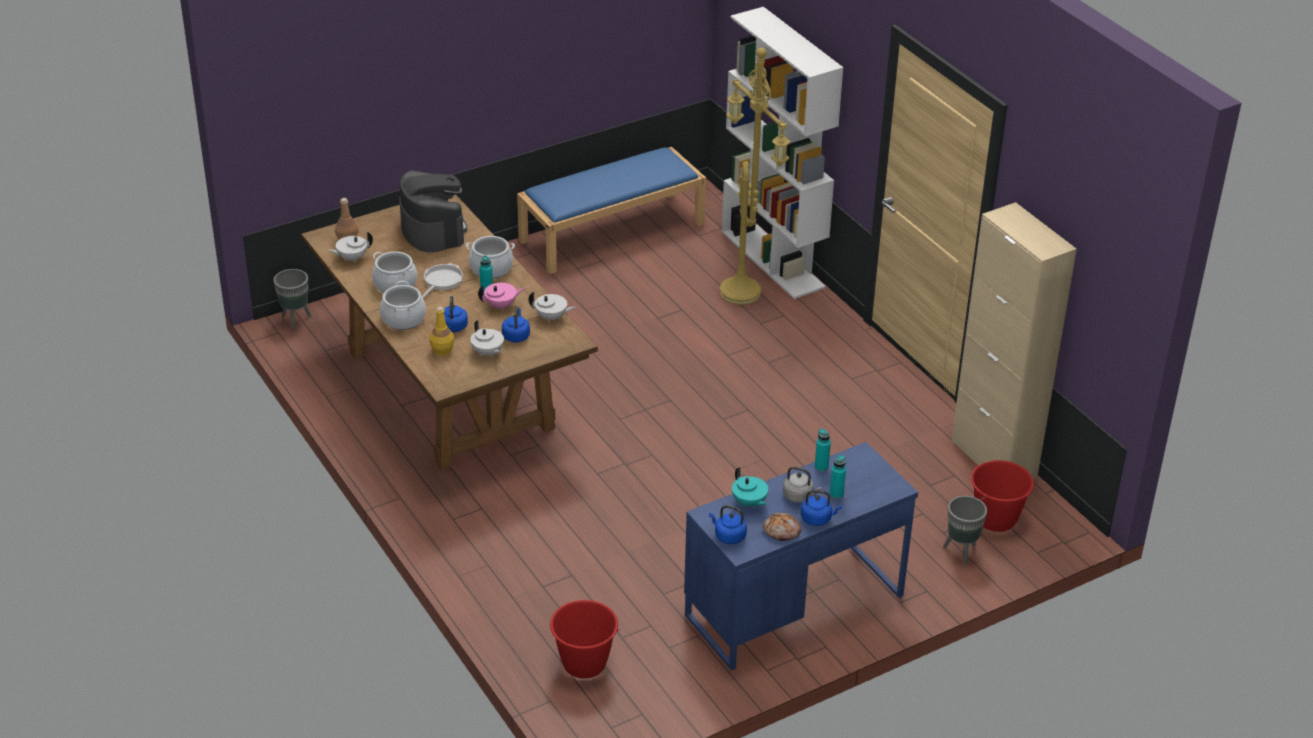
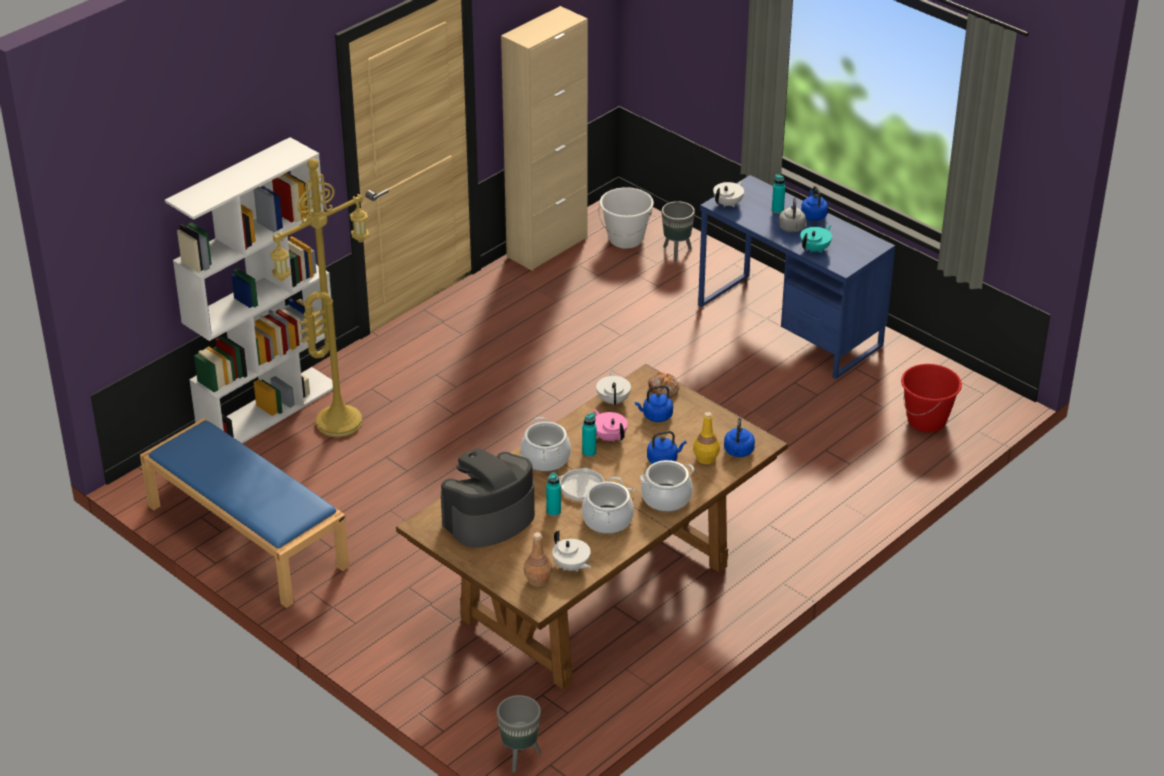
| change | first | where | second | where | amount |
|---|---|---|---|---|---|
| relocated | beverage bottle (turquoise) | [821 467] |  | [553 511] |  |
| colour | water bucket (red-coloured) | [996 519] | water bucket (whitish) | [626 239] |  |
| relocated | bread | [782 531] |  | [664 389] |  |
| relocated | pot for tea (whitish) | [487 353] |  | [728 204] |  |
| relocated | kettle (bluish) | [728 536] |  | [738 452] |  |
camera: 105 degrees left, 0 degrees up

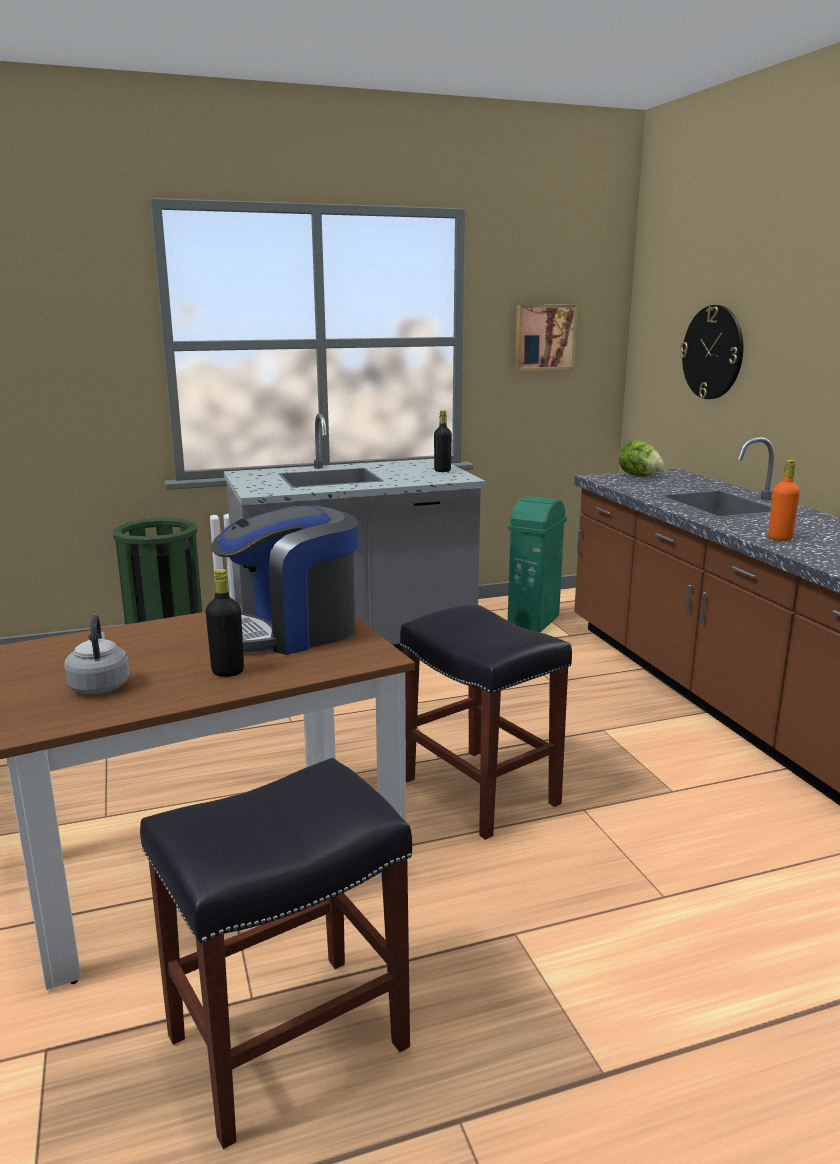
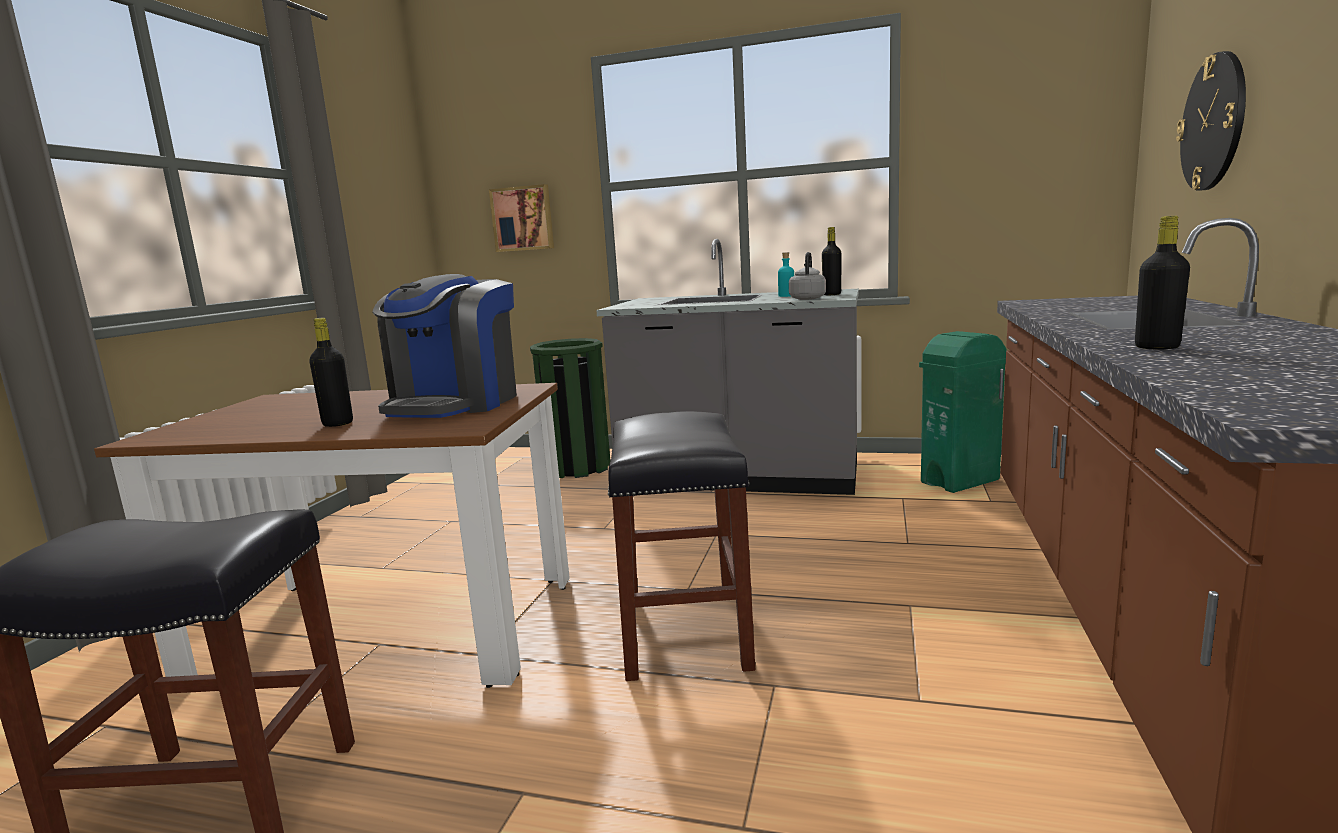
| change | first | where | second | where | amount |
|---|---|---|---|---|---|
| spun | coffee maker | [291 631] |  | [455 404] | 75 degrees counterclockwise |
| relocated | picture | [544 337] |  | [523 219] |  |
| appeared |  |  | beverage bottle (turquoise) | [786 296] |  |
| relocated | kettle (gray) | [100 685] |  | [807 298] |  |
| colour | beverage bottle (orangey) | [780 538] | beverage bottle (black) | [1157 347] |  |
| missing | lettuce head | [639 476] |  |  |  |
camera: 35 degrees right, 5 degrees down

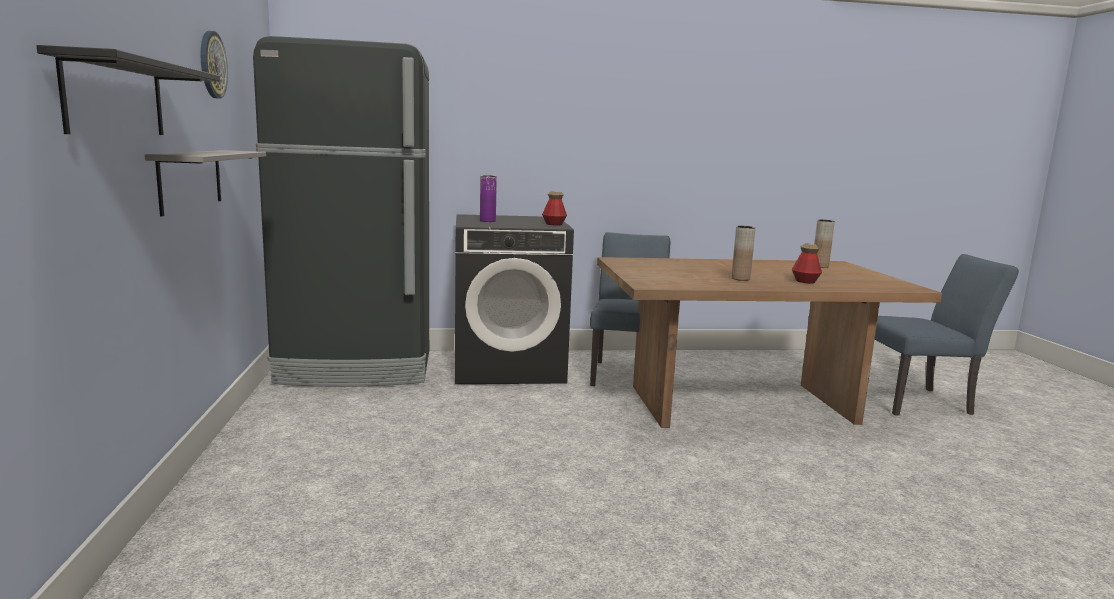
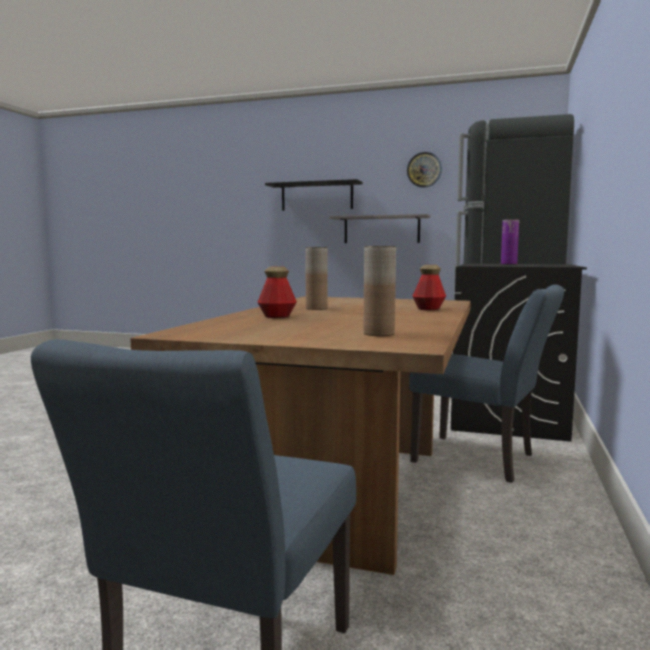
| change | first | where | second | where | amount |
|---|---|---|---|---|---|
| relocated | beverage bottle | [554 224] |  | [428 309] |  |
camera: 115 degrees right, 5 degrees down

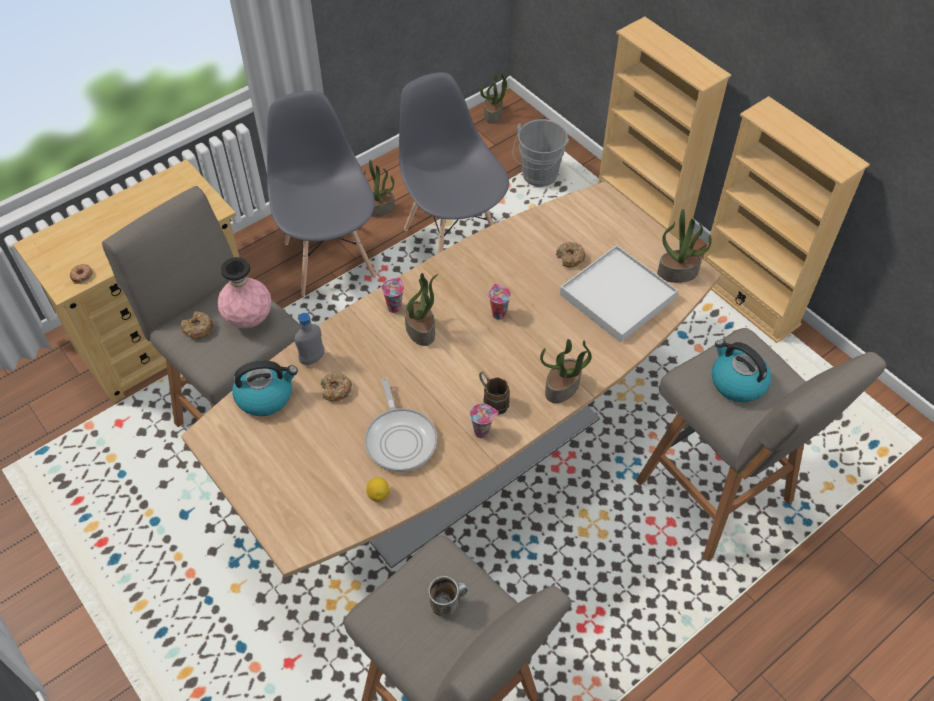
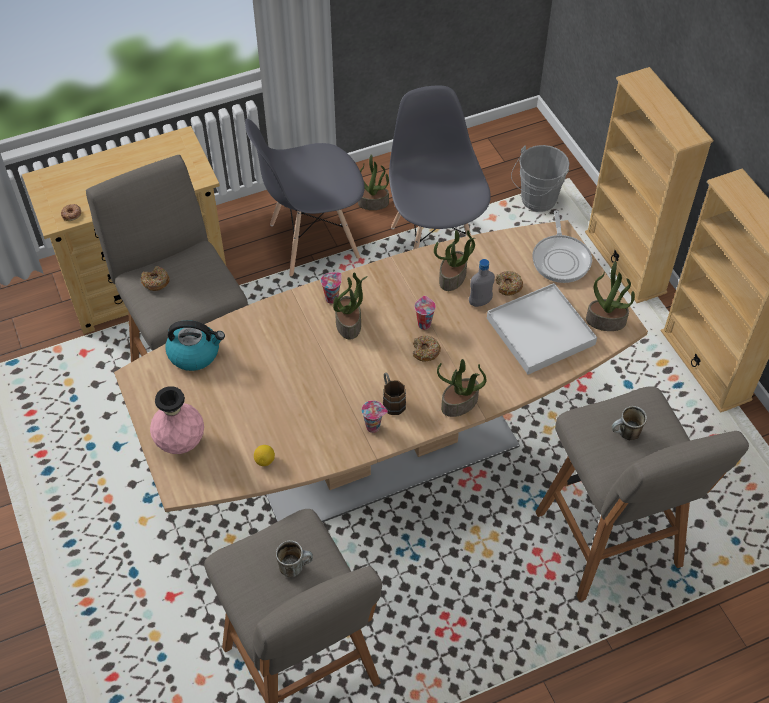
| change | first | where | second | where | amount |
|---|---|---|---|---|---|
| relocated | flower vase (pink) | [249 319] |  | [180 443] |  |
| spun | plain chair (gray) | [330 259] |  | [313 241] | 105 degrees counterclockwise |
| relocated | doughnut | [336 390] |  | [425 352] |  |
| relocated | houseplant | [493 114] |  | [453 277] |  |
| relocated | beverage bottle (gray) | [312 359] |  | [480 302] |  |
| relocated | pan | [400 439] |  | [561 259] |  |
| exchanged | kettle | [736 382] | mug | [625 435] |  |
camera: 15 degrees right, 0 degrees up

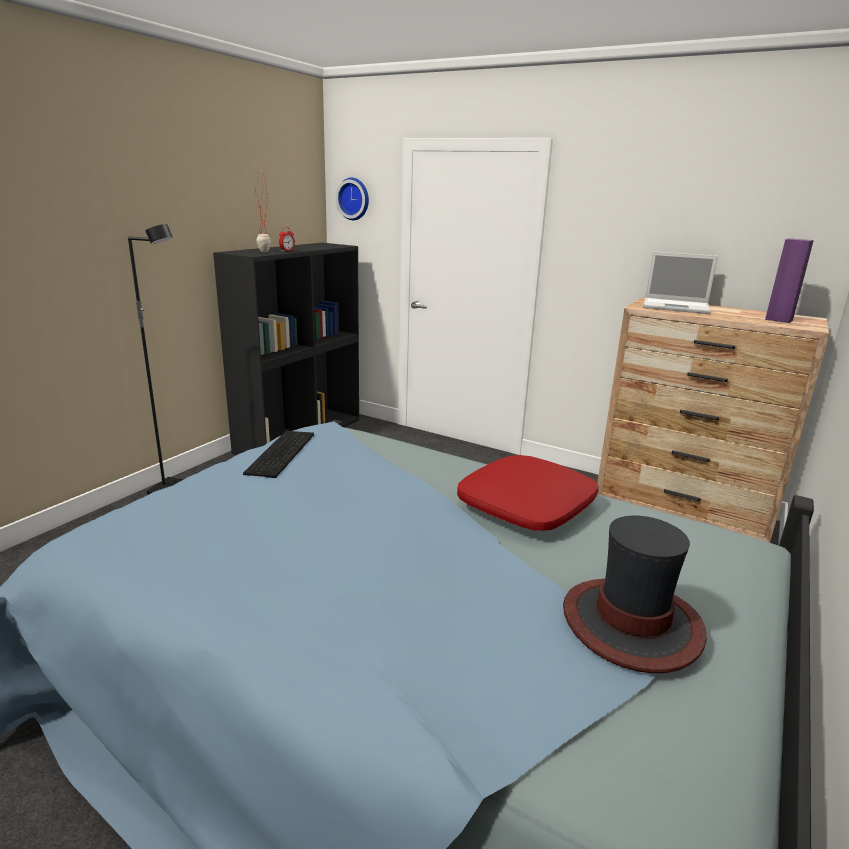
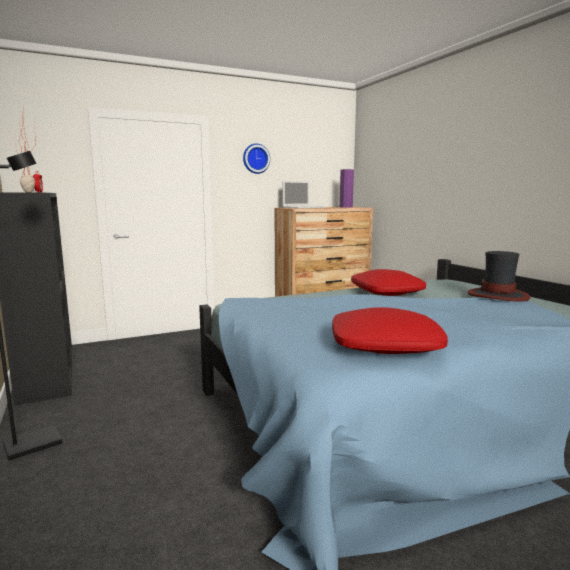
| change | first | where | second | where | amount |
|---|---|---|---|---|---|
| relocated | clock on the wall | [354 199] |  | [255 158] |  |
| appeared |  |  | pillow (red-coloured) | [385 345] |  |
| missing | keyboard | [282 454] |  |  |  |
camera: 55 degrees left, 10 degrees down

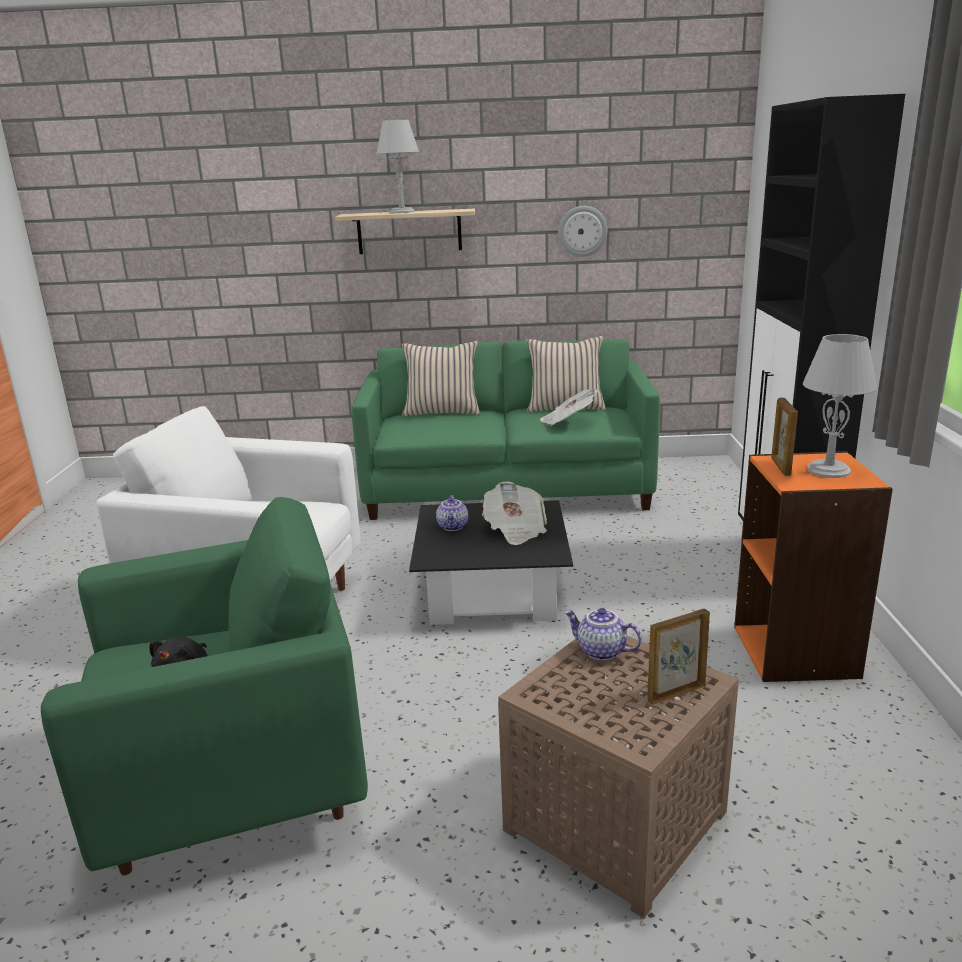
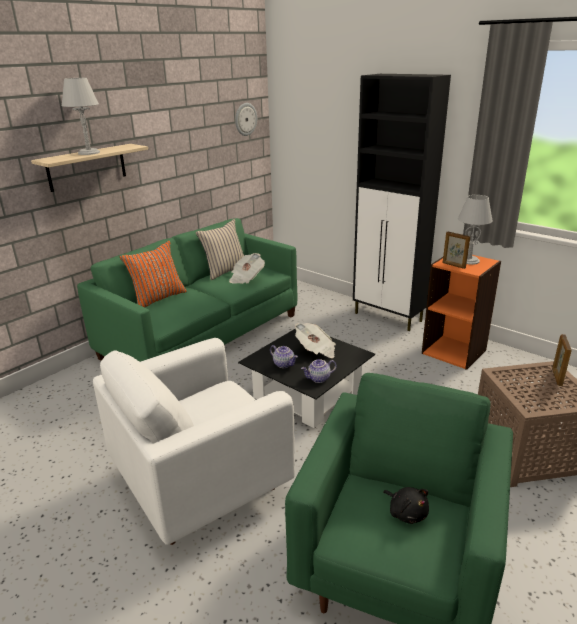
| change | first | where | second | where | amount |
|---|---|---|---|---|---|
| colour | pillow (beige-coloured) | [442 412] | pillow (orangey) | [157 298] |  |
| relocated | clock on the wall | [582 231] |  | [245 119] |  |
| relocated | pot for tea | [600 651] |  | [319 379] |  |
camera: 50 degrees left, 5 degrees up

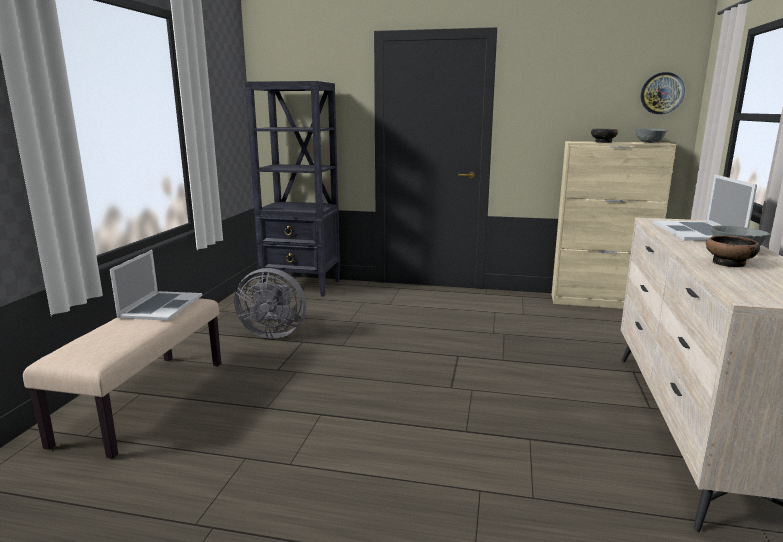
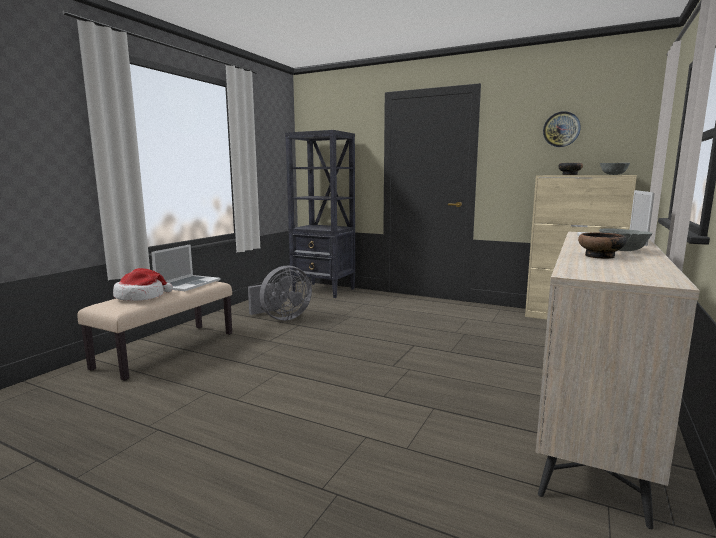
| change | first | where | second | where | amount |
|---|---|---|---|---|---|
| appeared |  |  | clothing hat | [141 297] |  |
| spun | cooling fan (gray) | [273 333] |  | [282 318] | 60 degrees counterclockwise |
| relocated | clock on the wall | [662 93] |  | [561 129] |  |
camera: 15 degrees right, 5 degrees down

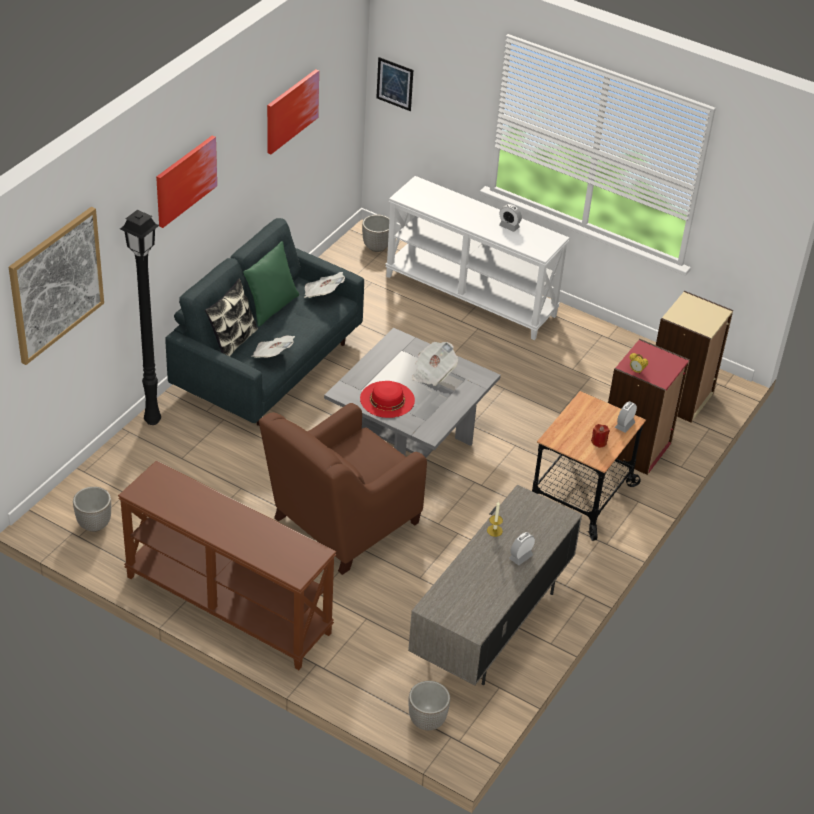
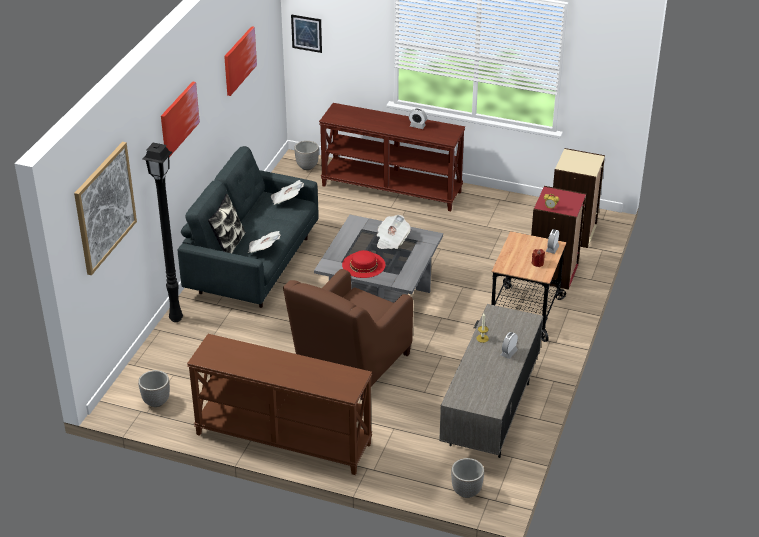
| change | first | where | second | where | amount |
|---|---|---|---|---|---|
| colour | narrow table (whitish) | [471 295] | narrow table (brownish) | [392 188] |  |
| missing | pillow (greenish) | [271 307] |  |  |  |
camera: 10 degrees left, 5 degrees down

